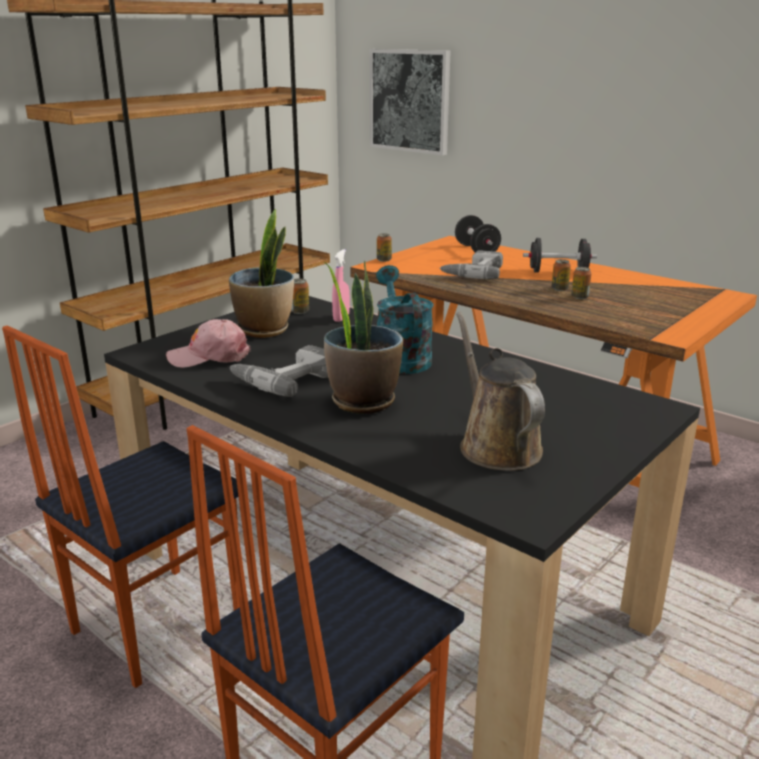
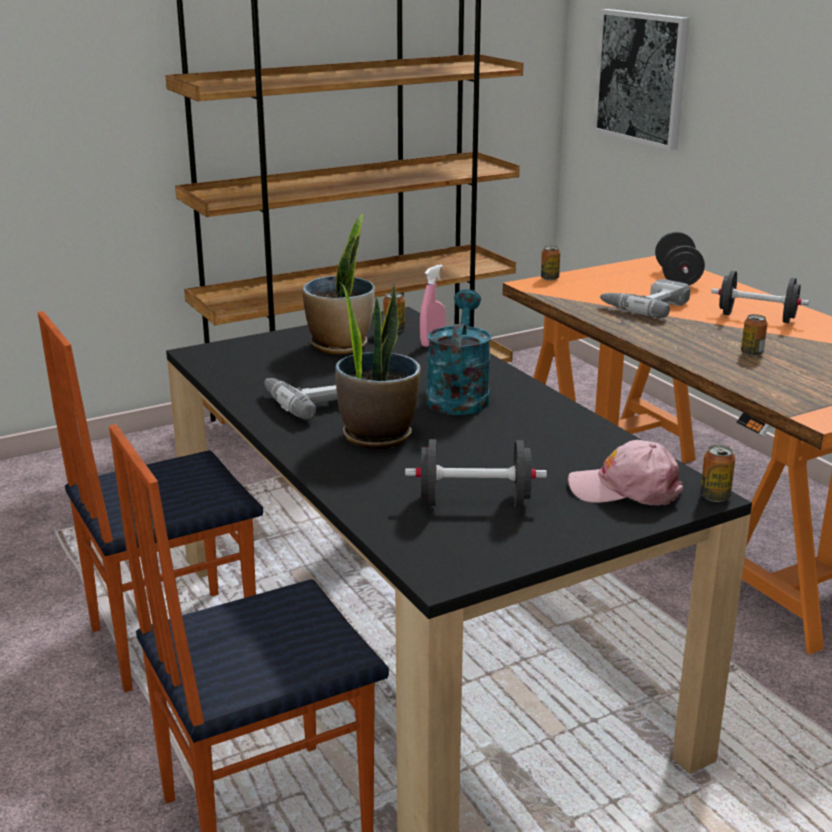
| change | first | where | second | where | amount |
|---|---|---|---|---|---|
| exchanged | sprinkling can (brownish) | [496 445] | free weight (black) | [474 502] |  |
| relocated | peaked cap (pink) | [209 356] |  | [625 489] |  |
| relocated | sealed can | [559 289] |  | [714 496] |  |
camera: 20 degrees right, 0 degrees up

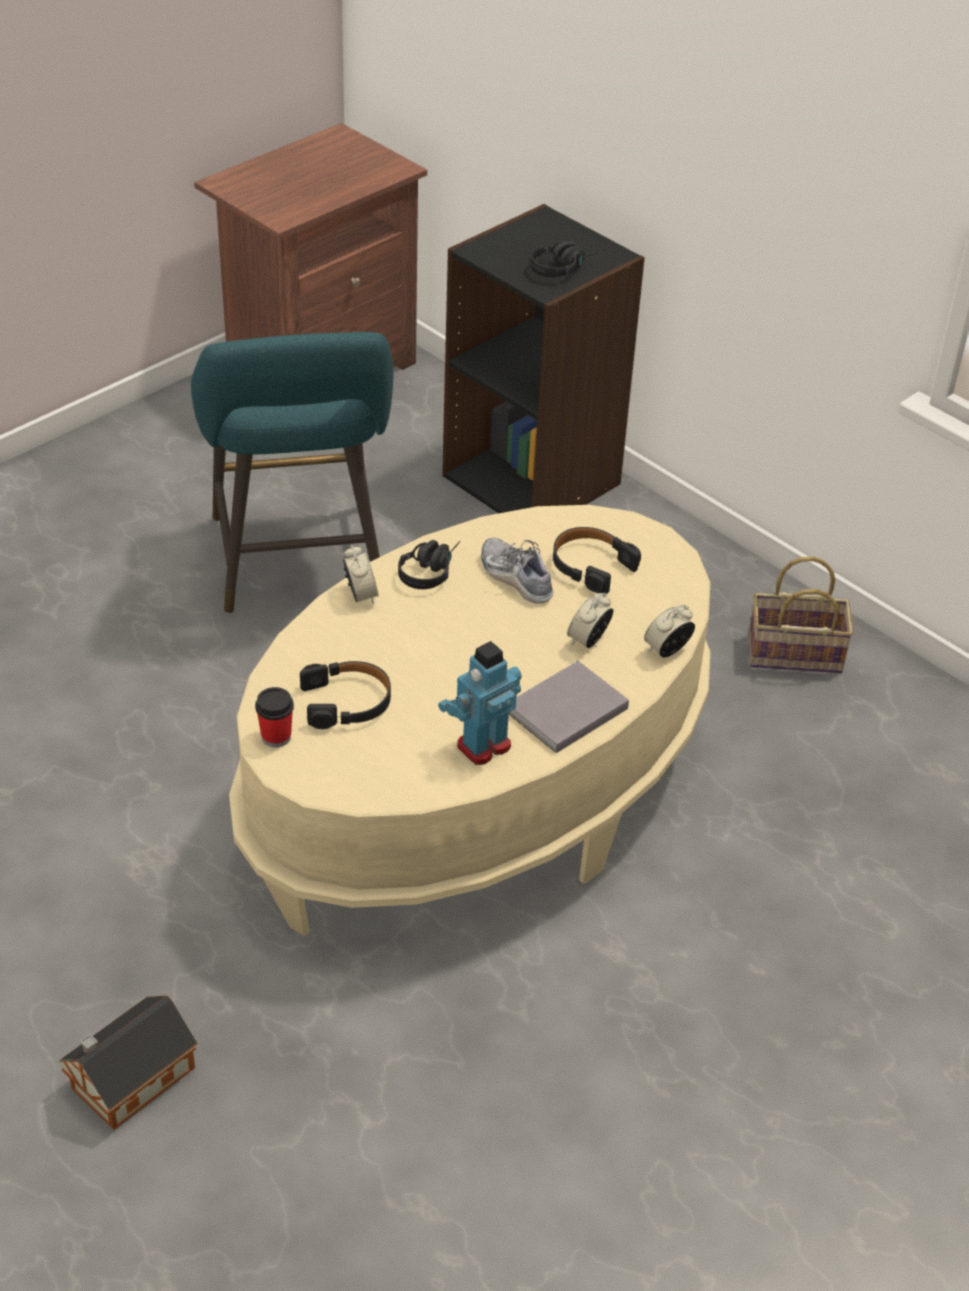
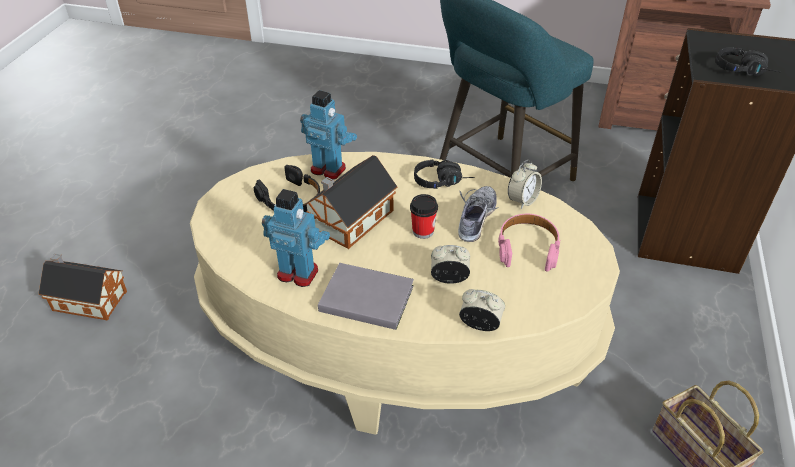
| change | first | where | second | where | amount |
|---|---|---|---|---|---|
| appeared |  |  | robot figure | [328 169] |  |
| appeared |  |  | miniature house | [350 221] |  |
| relocated | cup | [276 737] |  | [423 231] |  |
| colour | pair of headphones (black) | [591 566] | pair of headphones (pink) | [527 247] |  |
| relocated | bedside clock | [361 595] |  | [522 200] |  |
camera: 60 degrees right, 0 degrees up

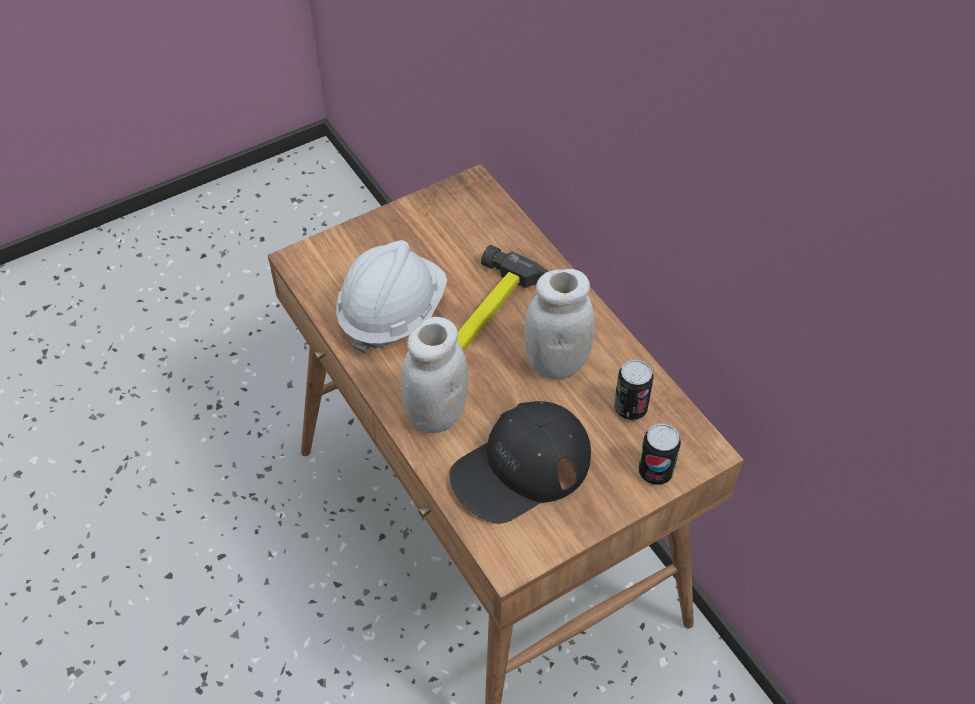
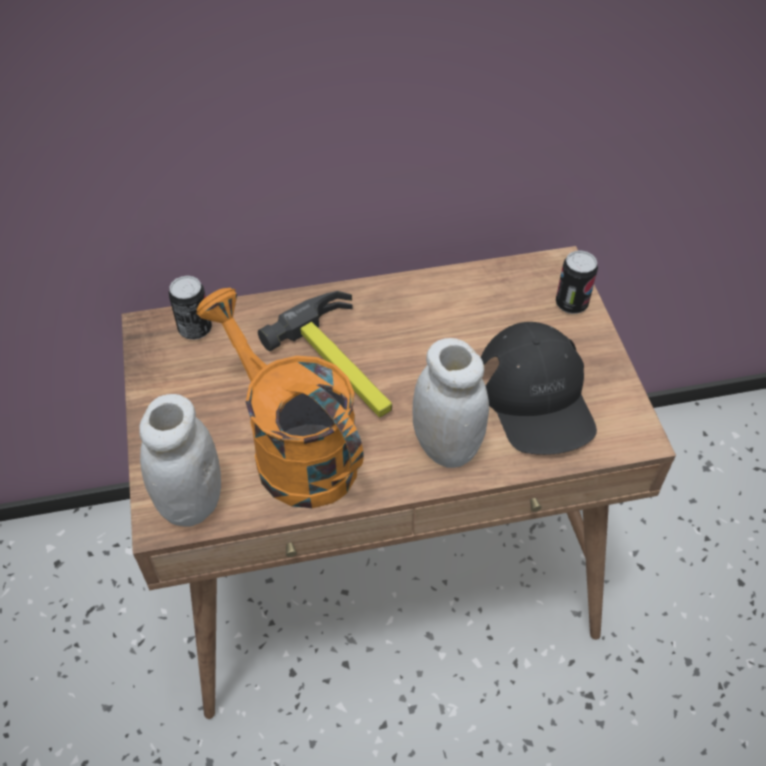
| change | first | where | second | where | amount |
|---|---|---|---|---|---|
| relocated | jar (whitish) | [556 363] |  | [191 502] |  |
| relocated | sealed can | [630 408] |  | [195 329] |  |
| exchanged | work helmet (whitish) | [392 313] | sprinkling can (orangey) | [293 449] |  |
camera: 70 degrees left, 0 degrees up

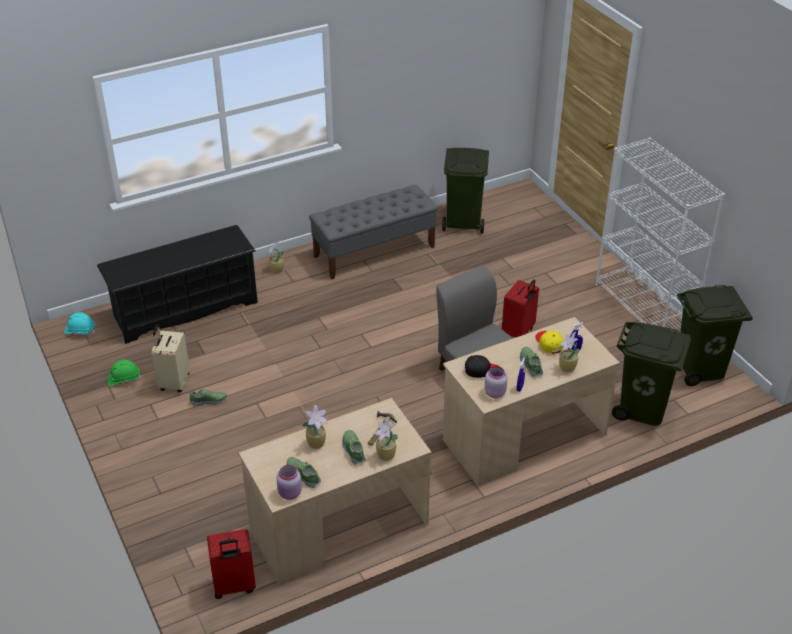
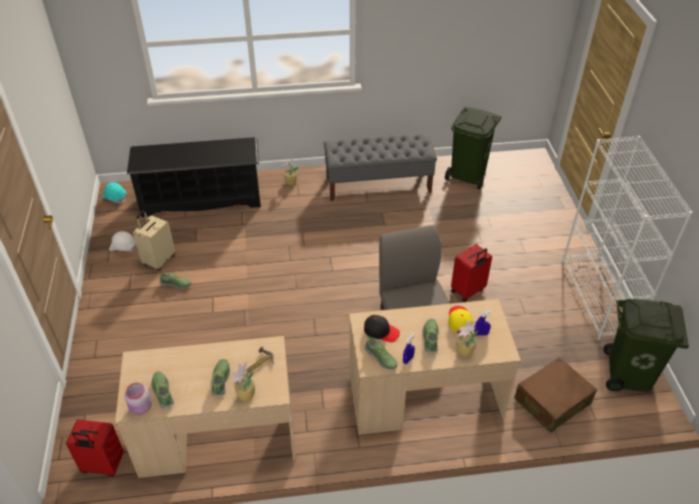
| change | first | where | second | where | amount |
|---|---|---|---|---|---|
| colour | work helmet (greenish) | [124 379] | work helmet (whitish) | [123 247] |  |
| exchanged | jar (pink) | [494 392] | low shoe | [381 358] |  |
| exchanged | waste bin (greenish) | [642 409] | suitcase (brownish) | [552 401] |  |
| missing | houseplant | [317 443] |  |  |  |
camera: 20 degrees right, 5 degrees up

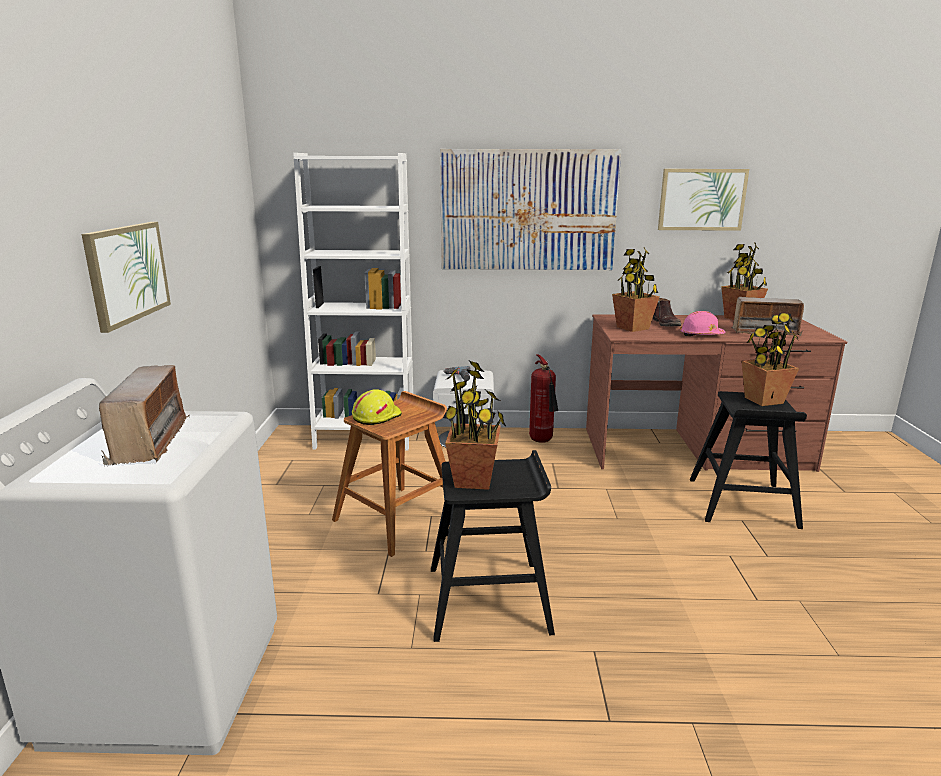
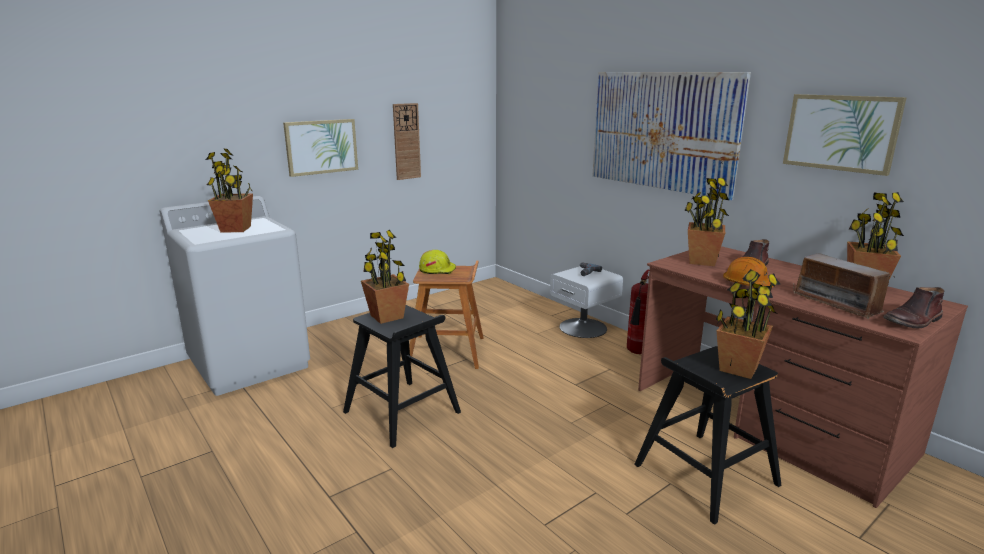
| change | first | where | second | where | amount |
|---|---|---|---|---|---|
| exchanged | radio | [150 440] | houseplant | [236 229] |  |
| appeared |  |  | clock on the wall | [406 141] |  |
| colour | work helmet (pink) | [700 335] | work helmet (orangey) | [747 284] |  |
| appeared |  |  | tall boot (brownish) | [913 321] |  |
| missing | shelving unit (whitish) | [365 438] |  |  |  |
camera: 50 degrees right, 0 degrees up

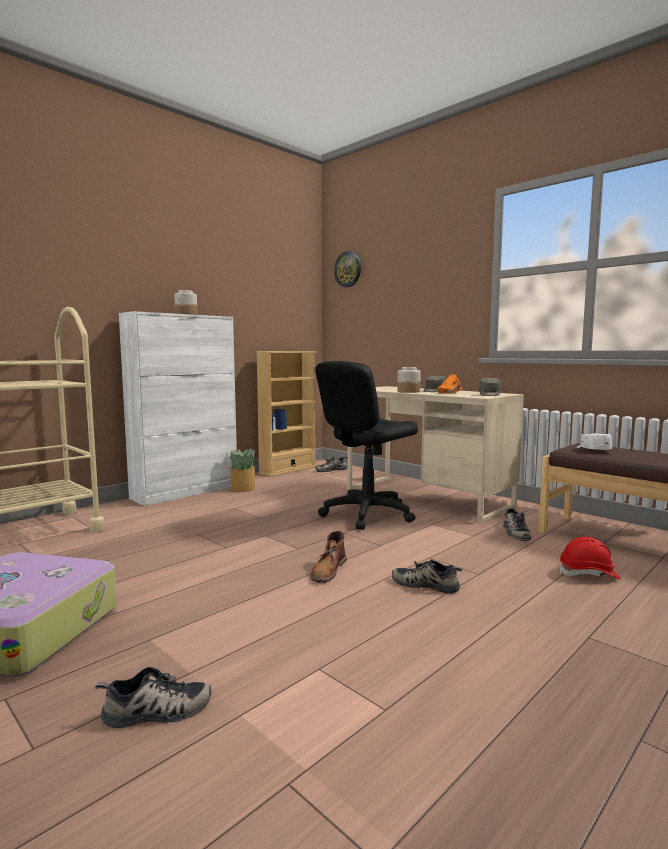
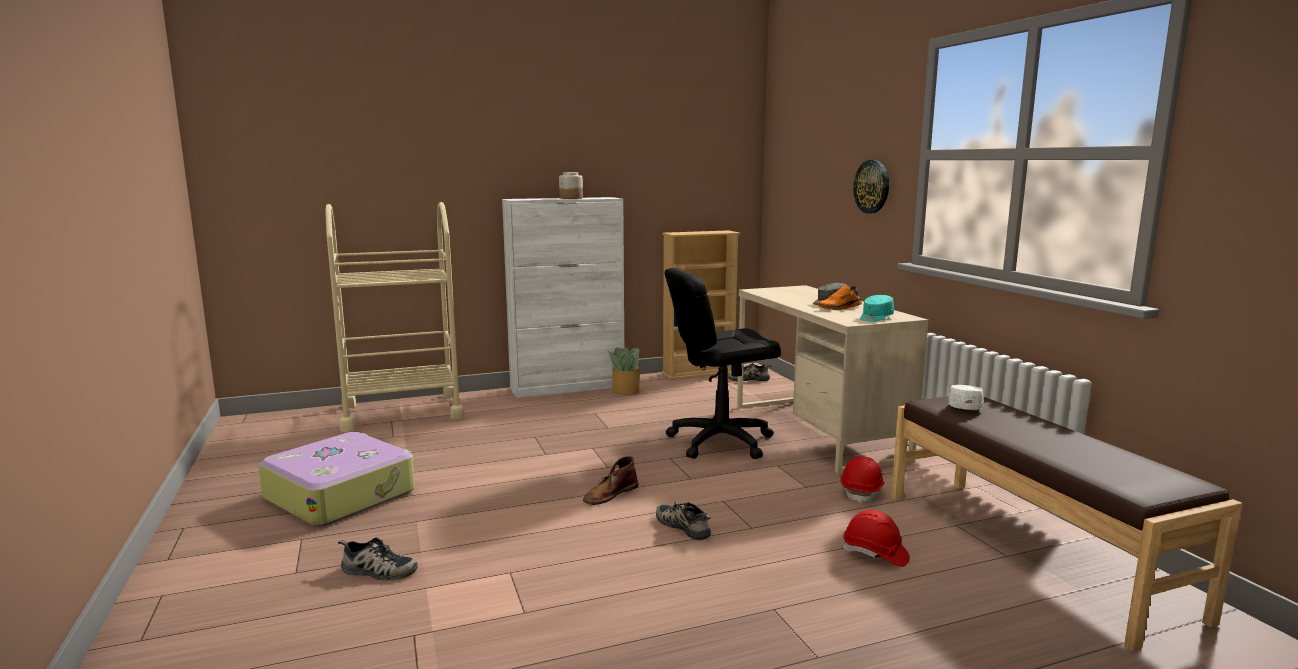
| change | first | where | second | where | amount |
|---|---|---|---|---|---|
| exchanged | low shoe | [515 532] | work helmet (red-coloured) | [862 491] |  |
| relocated | clock on the wall | [348 269] |  | [872 186] |  |
| colour | peaked cap (gray) | [489 394] | peaked cap (turquoise) | [875 317] |  |
| missing | jar | [408 391] |  |  |  |
camera: 25 degrees right, 5 degrees up

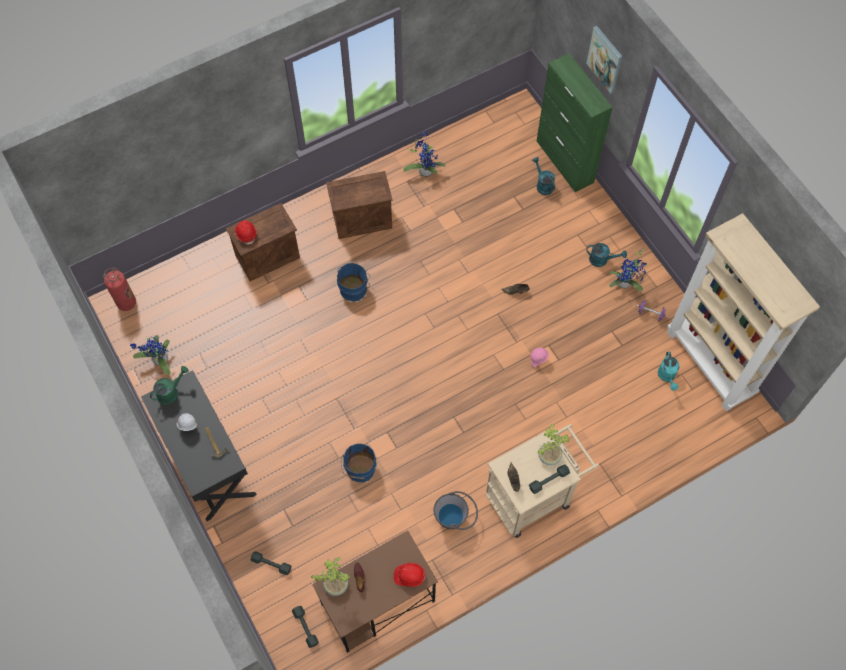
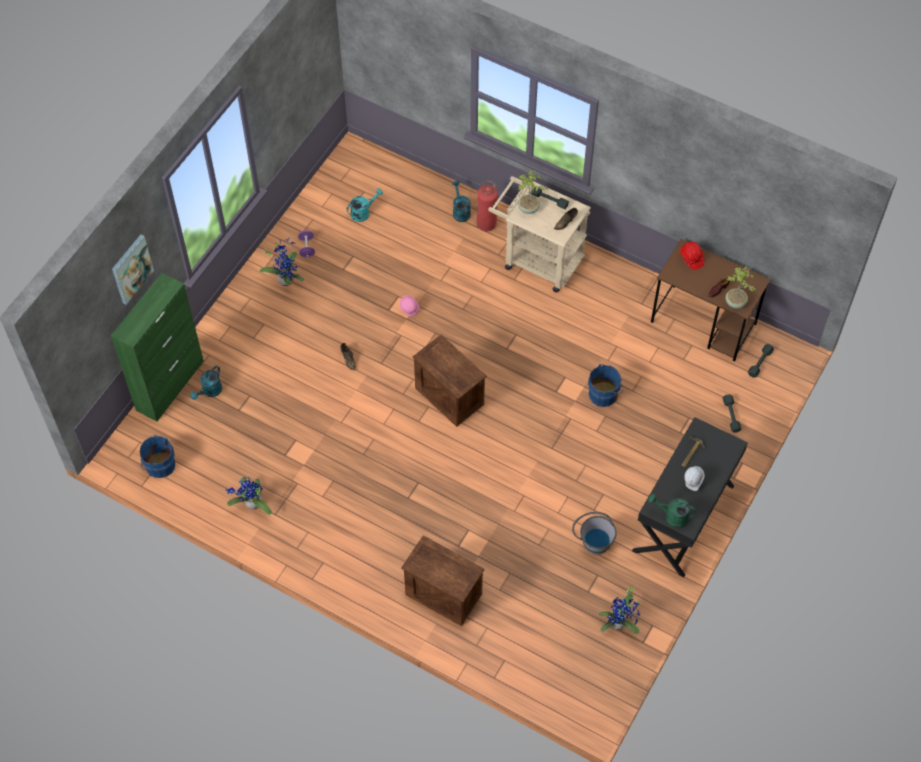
| change | first | where | second | where | amount |
|---|---|---|---|---|---|
| relocated | water bucket (bluish) | [354 288] |  | [159 465] |  |
| relocated | crate | [362 219] |  | [448 396] |  |
| relocated | sprinkling can (turquoise) | [602 260] |  | [460 211] |  |
| relocated | fire extinguisher | [126 303] |  | [486 224] |  |
| relocated | water bucket (gray) | [455 518] |  | [592 540] |  |
| missing | work helmet (red-coloured) | [246 233] |  |  |  |
| missing | shelving unit (beige-coloured) | [710 364] |  |  |  |
camera: 120 degrees left, 5 degrees down

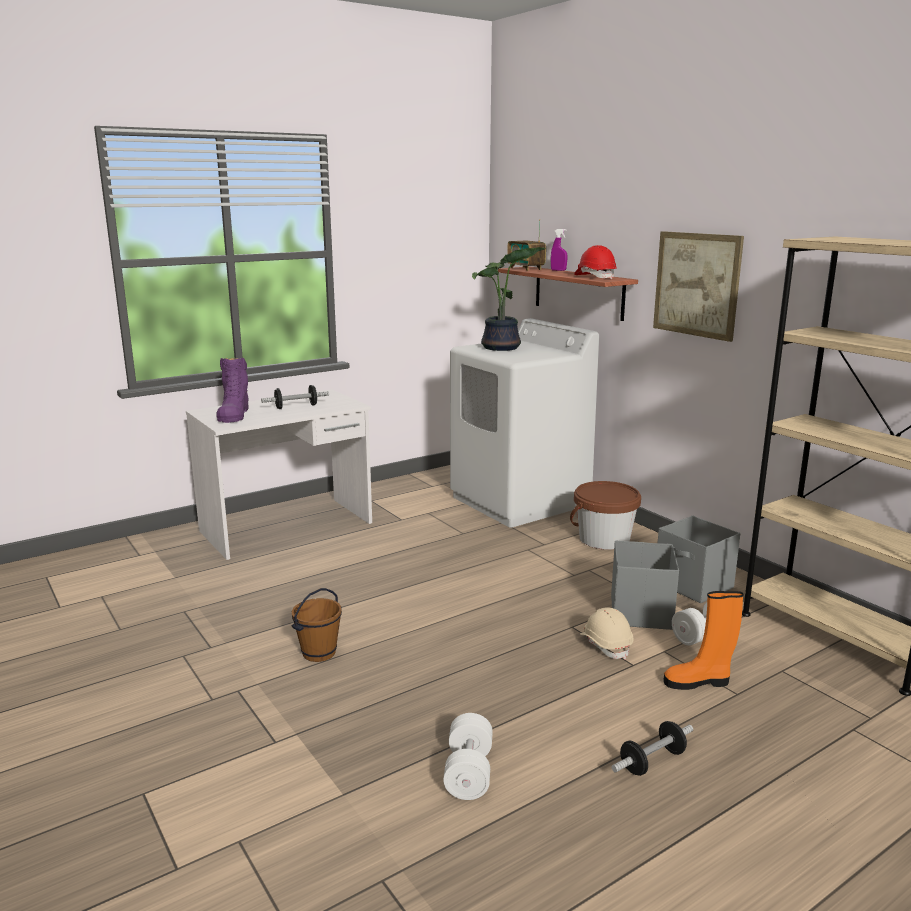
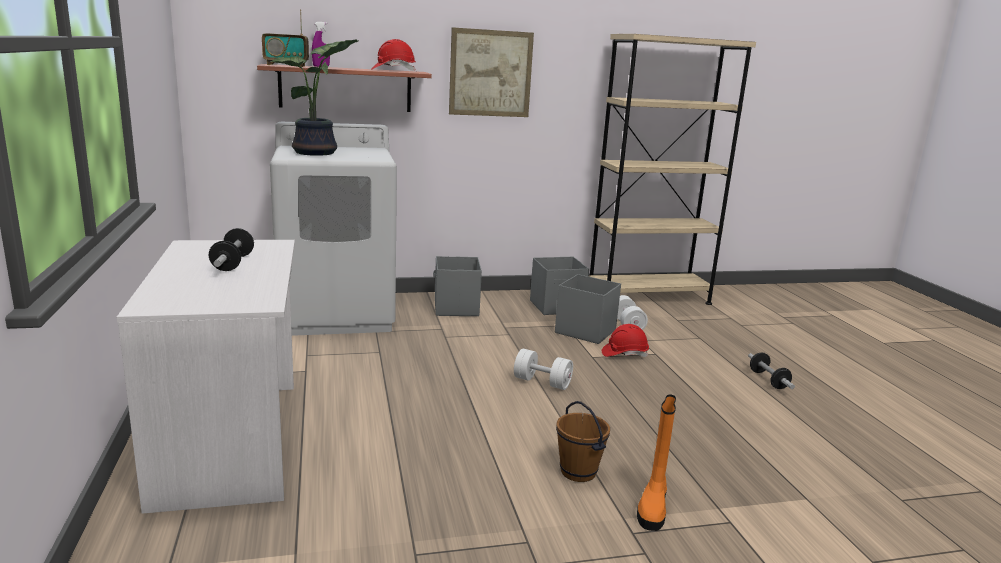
| change | first | where | second | where | amount |
|---|---|---|---|---|---|
| exchanged | water bucket (brownish) | [604 539] | storage container (gray) | [456 308] |  |
| relocated | free weight (whitish) | [468 773] |  | [542 382] |  |
| colour | work helmet (beige-coloured) | [606 644] | work helmet (red-coloured) | [624 354] |  |
| relocated | tall boot (orangey) | [698 682] |  | [653 507] |  |
| missing | tall boot (purple) | [234 414] |  |  |  |
camera: 70 degrees left, 0 degrees up

